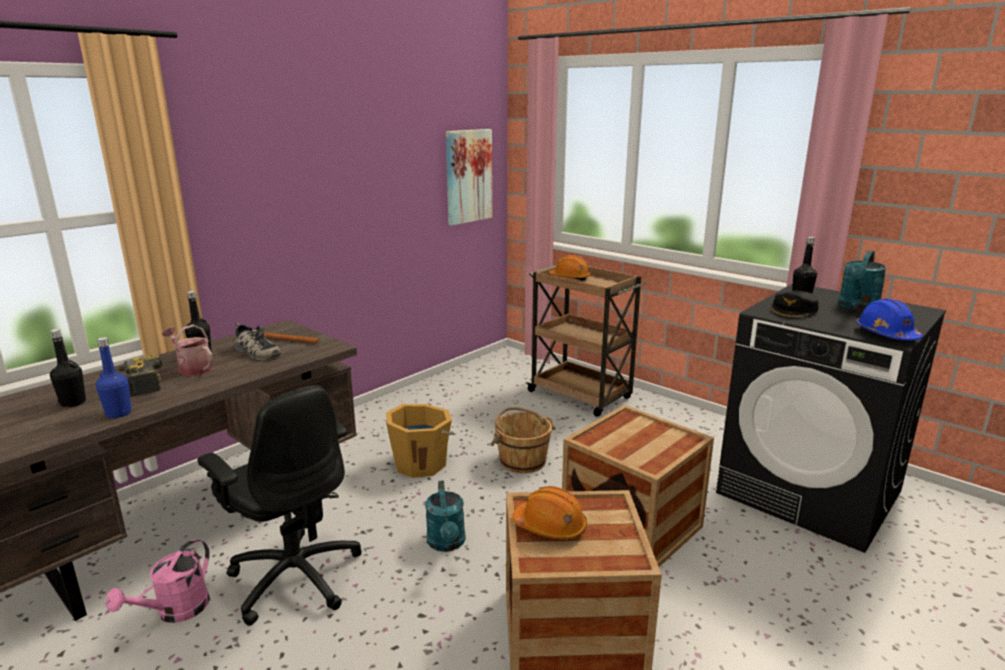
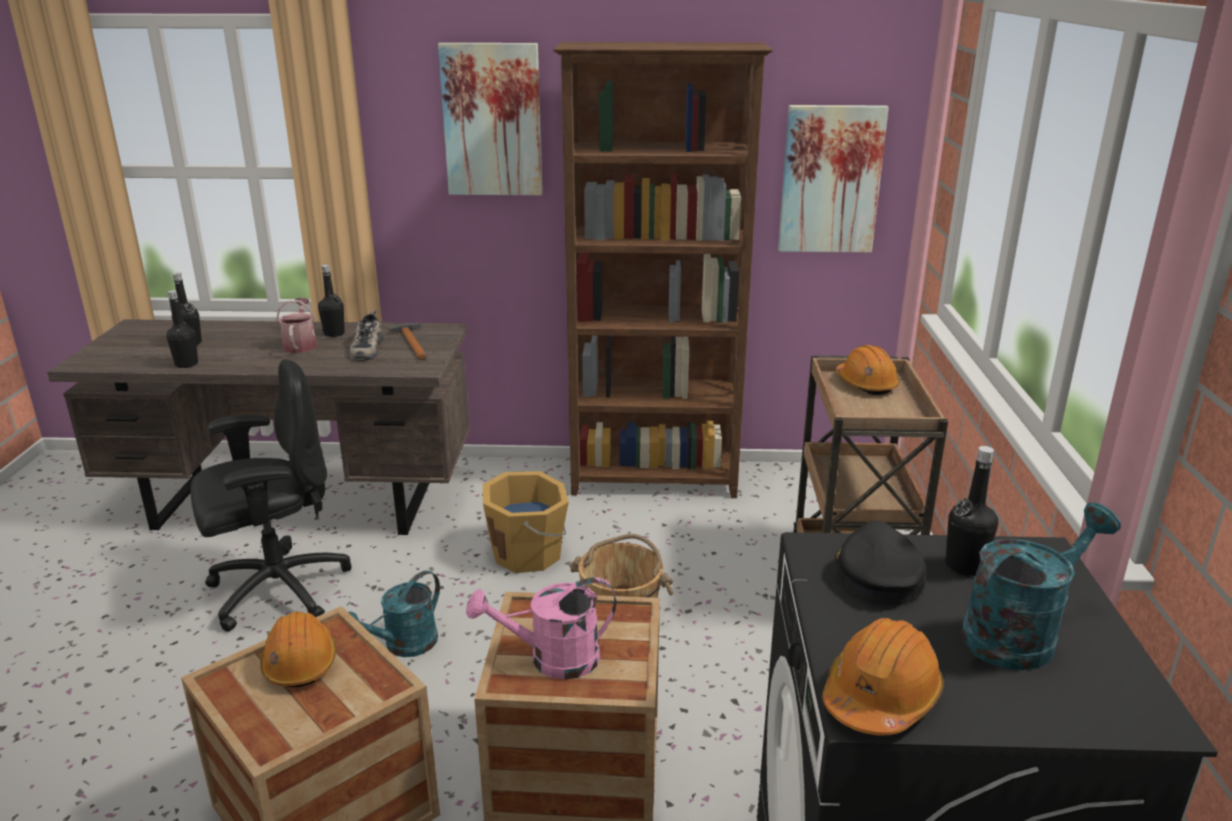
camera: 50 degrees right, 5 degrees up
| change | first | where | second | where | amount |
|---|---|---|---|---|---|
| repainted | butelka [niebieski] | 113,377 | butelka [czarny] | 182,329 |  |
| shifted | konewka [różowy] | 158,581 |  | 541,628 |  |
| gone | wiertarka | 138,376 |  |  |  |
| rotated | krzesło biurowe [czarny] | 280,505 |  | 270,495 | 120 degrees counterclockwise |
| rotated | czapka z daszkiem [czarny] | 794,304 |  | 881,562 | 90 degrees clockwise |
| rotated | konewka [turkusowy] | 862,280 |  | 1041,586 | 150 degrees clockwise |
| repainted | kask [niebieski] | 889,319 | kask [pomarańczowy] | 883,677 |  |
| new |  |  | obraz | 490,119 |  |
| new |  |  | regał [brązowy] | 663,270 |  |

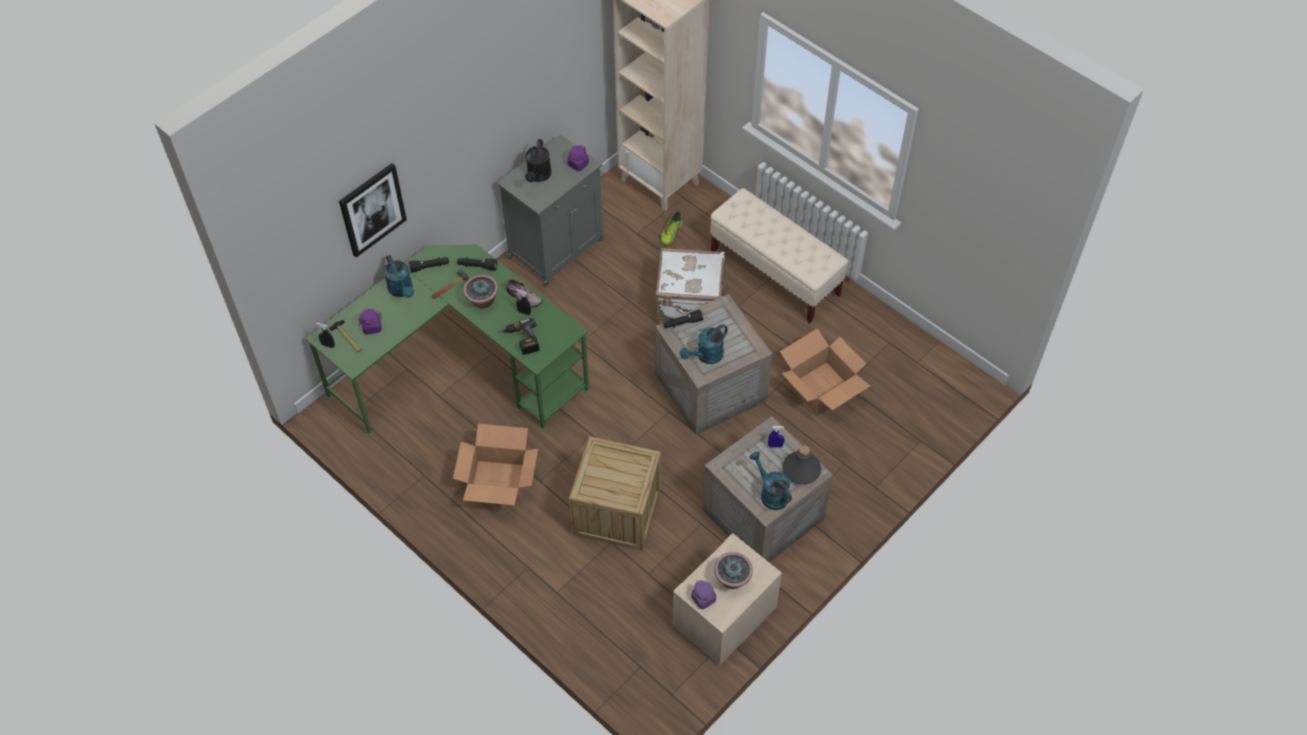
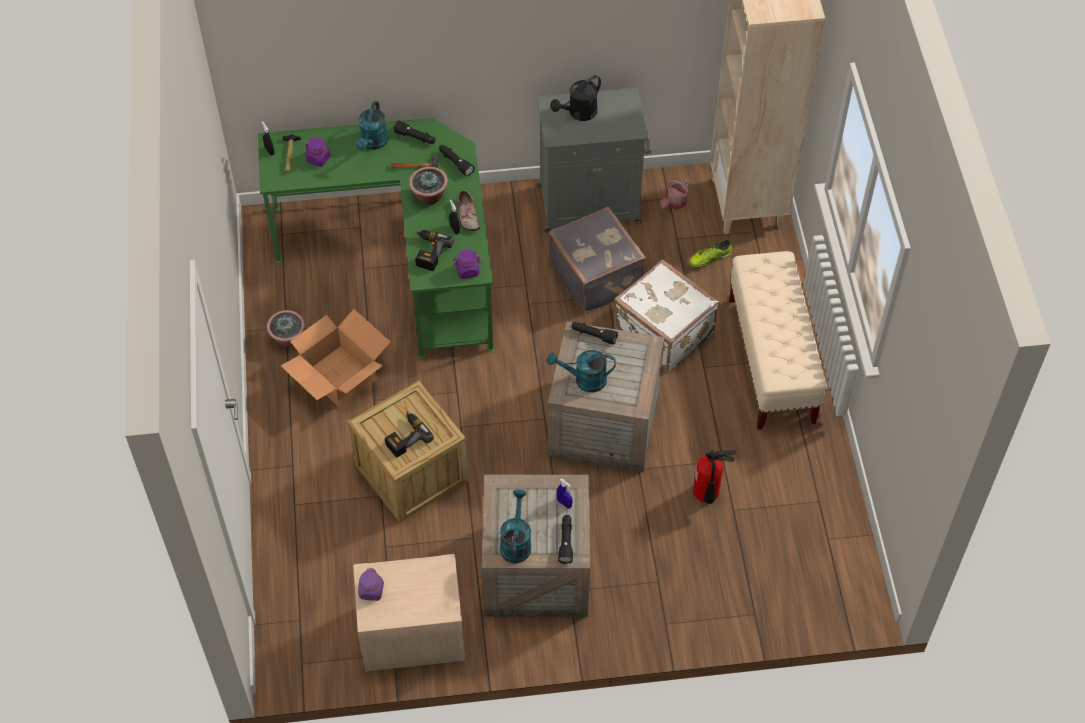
camera: 40 degrees right, 0 degrees up
| change | first | where | second | where | amount |
|---|---|---|---|---|---|
| gone | obraz | 373,210 |  |  |  |
| shifted | słoik [fioletowy] | 578,158 |  | 467,264 |  |
| shifted | roślina doniczkowa | 733,570 |  | 286,328 |  |
| swapped | karton | 825,371 | gaśnica | 714,477 |  |
| swapped | butelka [szary] | 801,465 | latarka [czarny] | 565,539 |  |
| new |  |  | wiertarka | 409,434 |  |
| new |  |  | walizka [szary] | 597,260 |  |
| new |  |  | konewka | 674,194 |  |

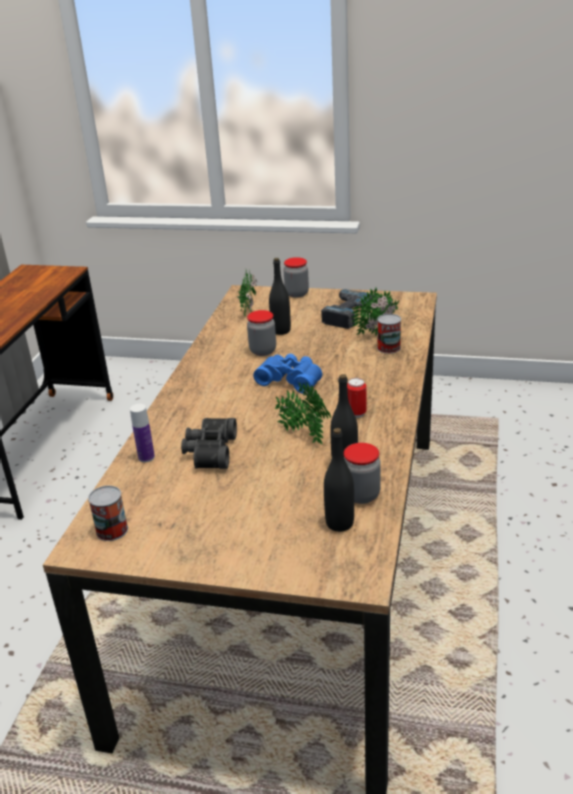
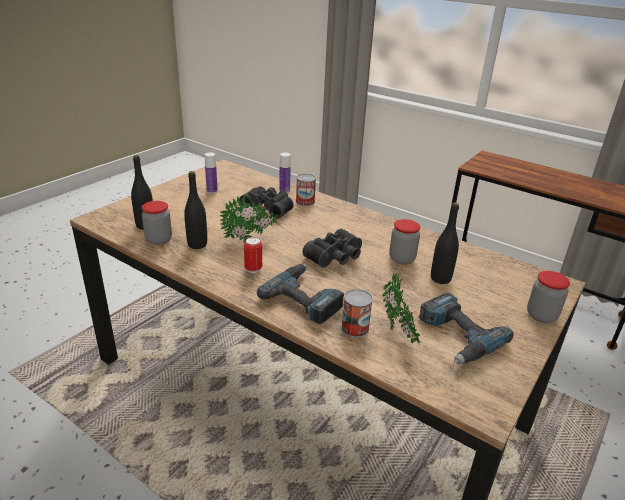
camera: 110 degrees right, 0 degrees up
| change | first | where | second | where | amount |
|---|---|---|---|---|---|
| shifted | puszka | 108,513 |  | 306,190 |  |
| gone | roślina doniczkowa | 247,293 |  |  |  |
| repainted | lornetka [niebieski] | 287,374 | lornetka [czarny] | 332,248 |  |
| new |  |  | butelka | 211,173 |  |
| new |  |  | wiertarka | 301,293 |  |

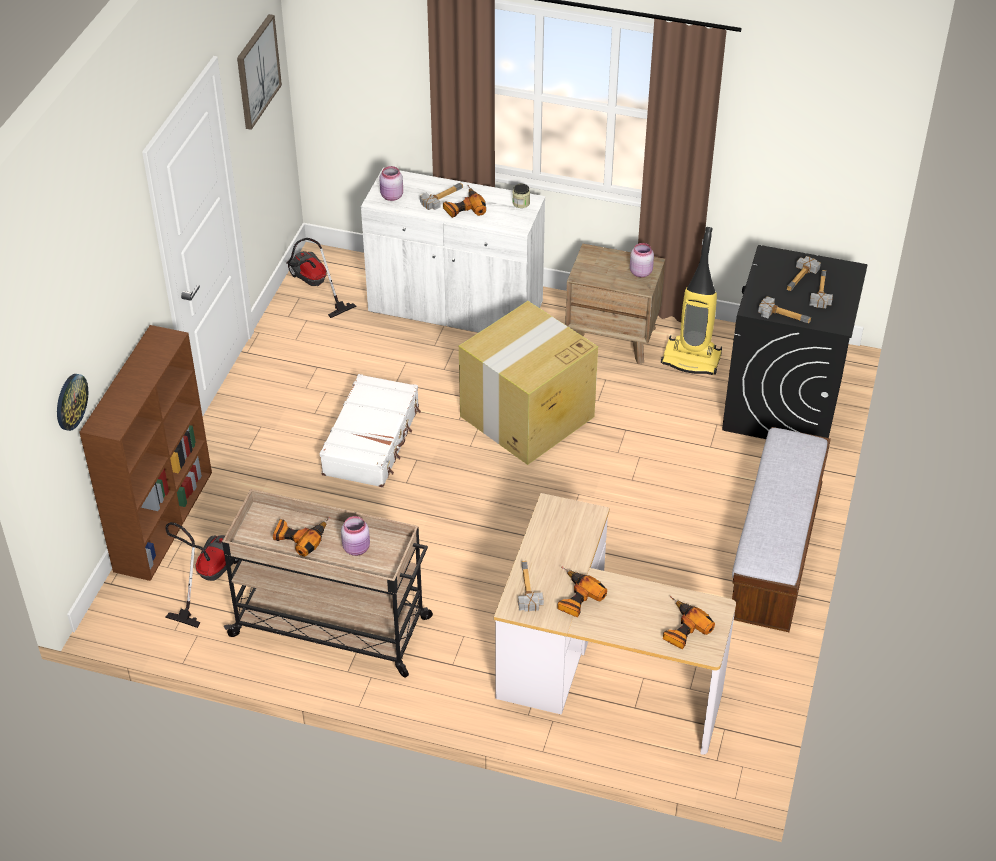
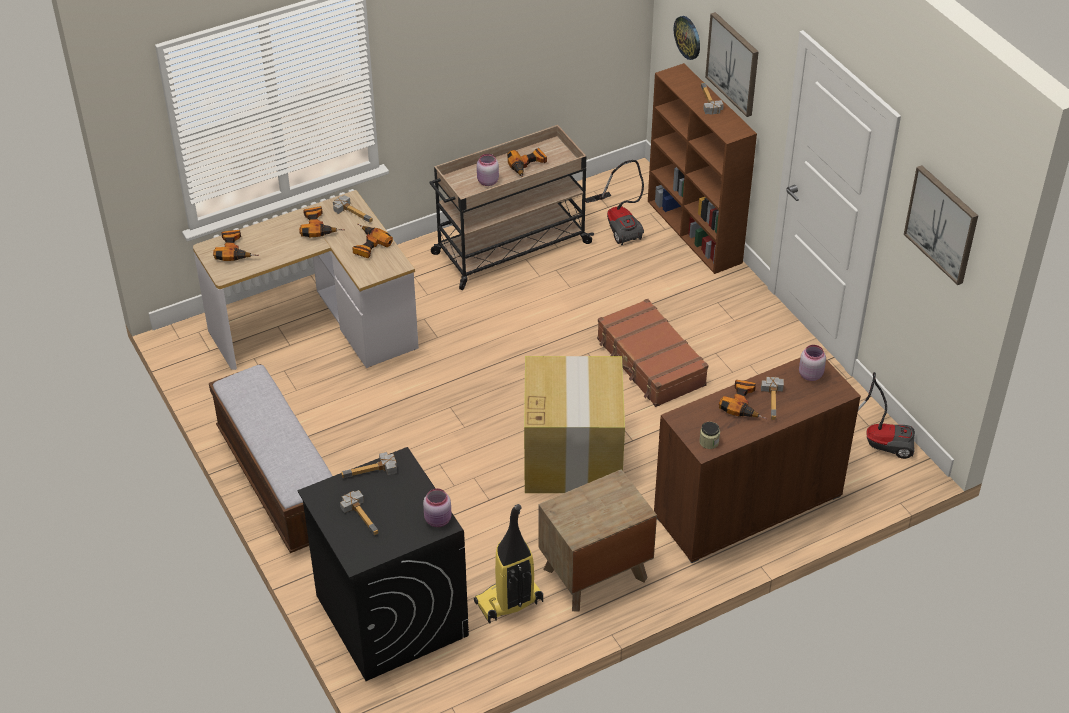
camera: 135 degrees right, 0 degrees up
| change | first | where | second | where | amount |
|---|---|---|---|---|---|
| repainted | walizka [biały] | 370,431 | walizka [brązowy] | 652,353 |  |
| repainted | szafka [biały] | 453,250 | szafka [brązowy] | 757,460 |  |
| shifted | słoik [różowy] | 642,260 |  | 437,507 |  |
| shifted | młotek | 804,273 |  | 712,98 |  |
| new |  |  | wiertarka | 372,241 |  |
| new |  |  | obraz | 732,64 |  |

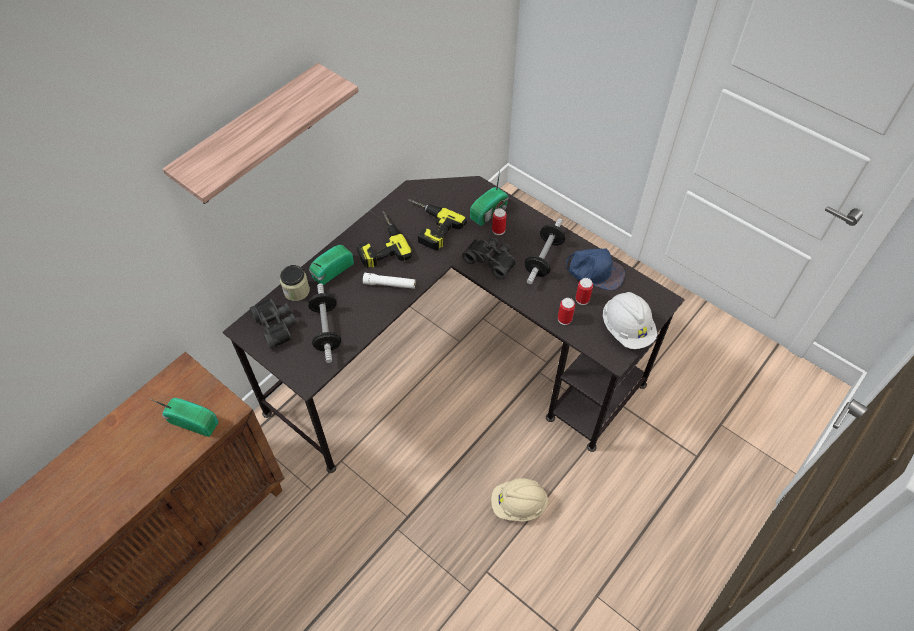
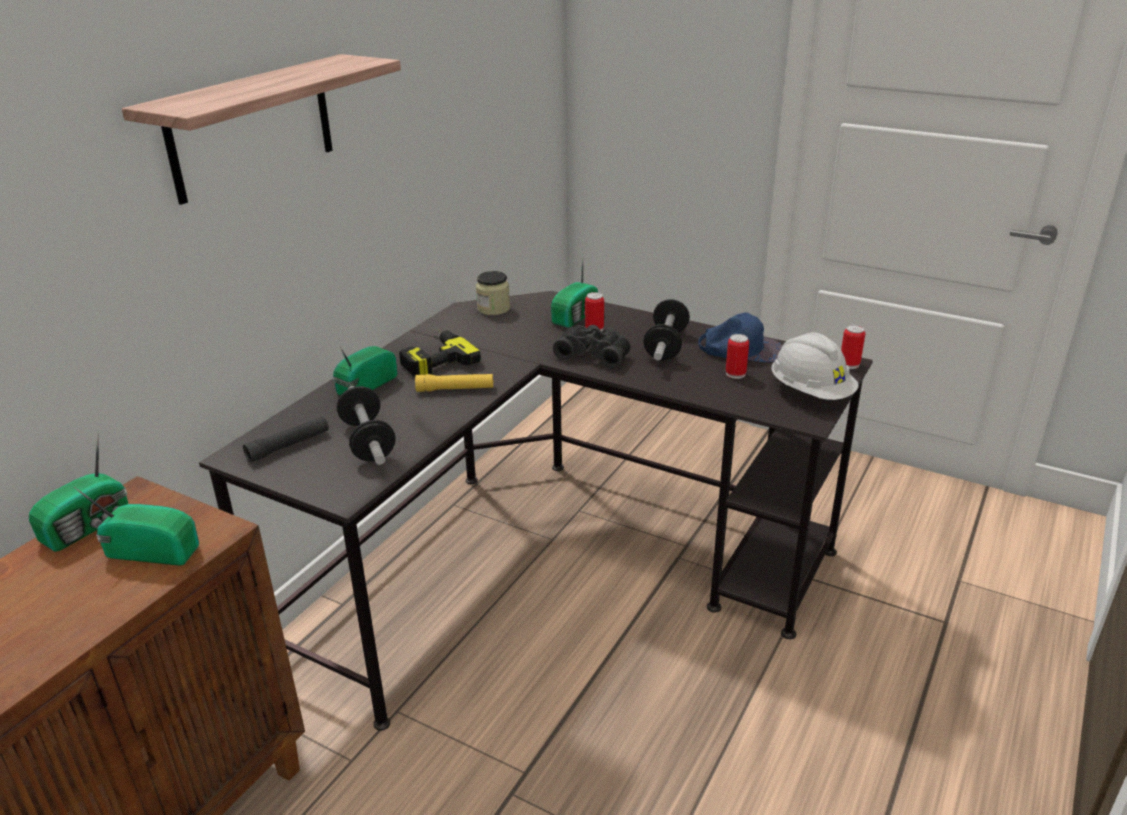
camera: 10 degrees left, 25 degrees down
| change | first | where | second | where | amount |
|---|---|---|---|---|---|
| swapped | lornetka [czarny] | 273,324 | latarka [czarny] | 286,440 |  |
| shifted | słoik | 295,283 |  | 493,293 |  |
| repainted | latarka [biały] | 389,281 | latarka [żółty] | 454,383 |  |
| gone | wiertarka | 437,224 |  |  |  |
| gone | kask [beżowy] | 519,500 |  |  |  |
| shifted | puszka | 566,311 |  | 853,347 |  |
| new |  |  | radio | 78,491 |  |

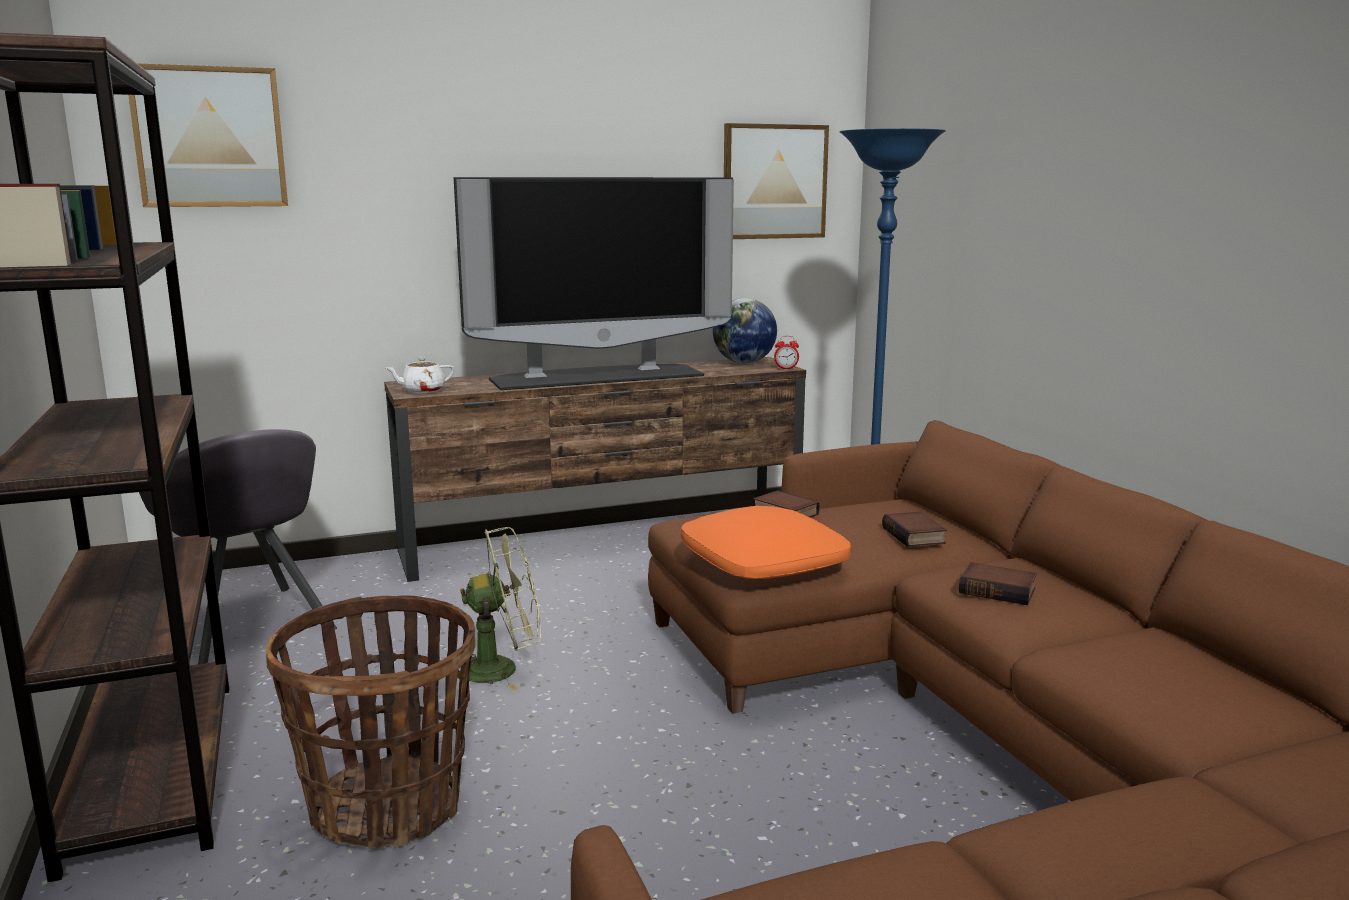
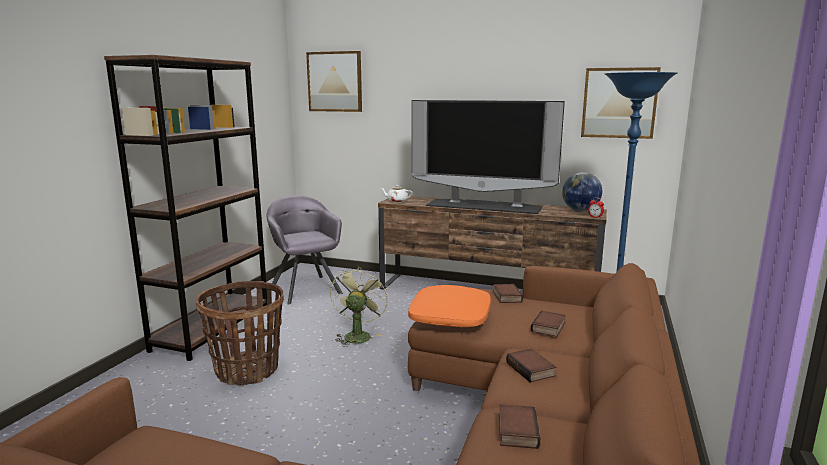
camera: 40 degrees right, 0 degrees up
| change | first | where | second | where | amount |
|---|---|---|---|---|---|
| rotated | fotel [szary] | 238,546 |  | 304,249 | 150 degrees clockwise |
| rotated | wentylator [zielony] | 500,609 |  | 359,306 | 105 degrees counterclockwise |
| new |  |  | książka | 519,426 |  |

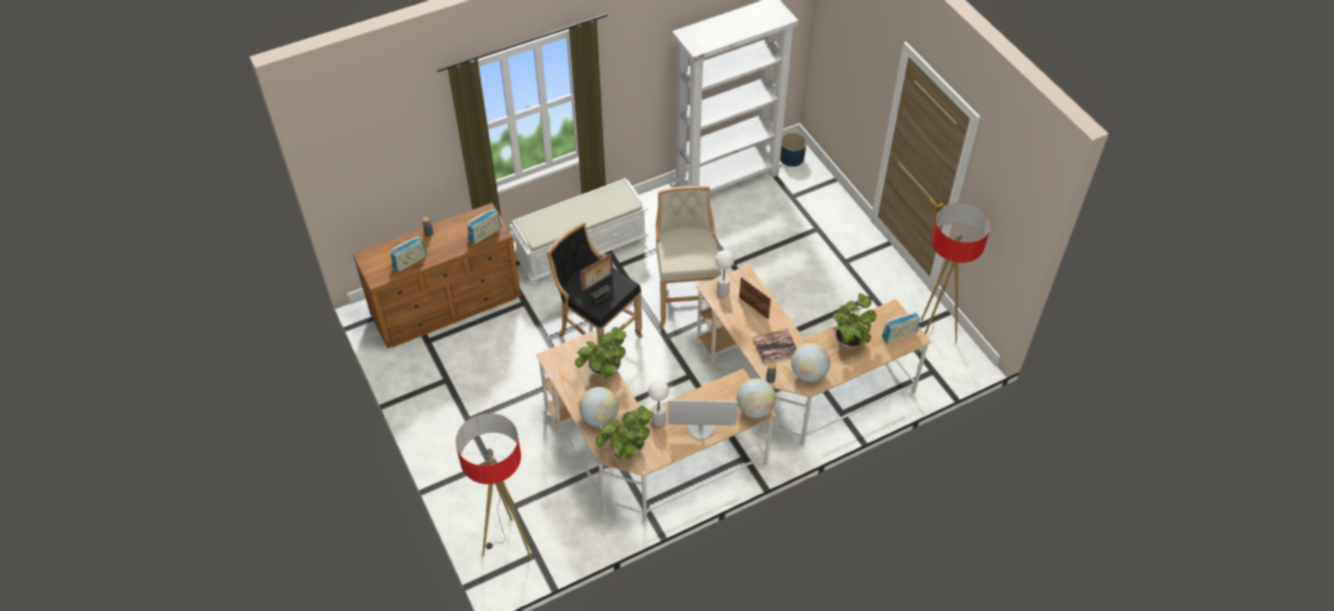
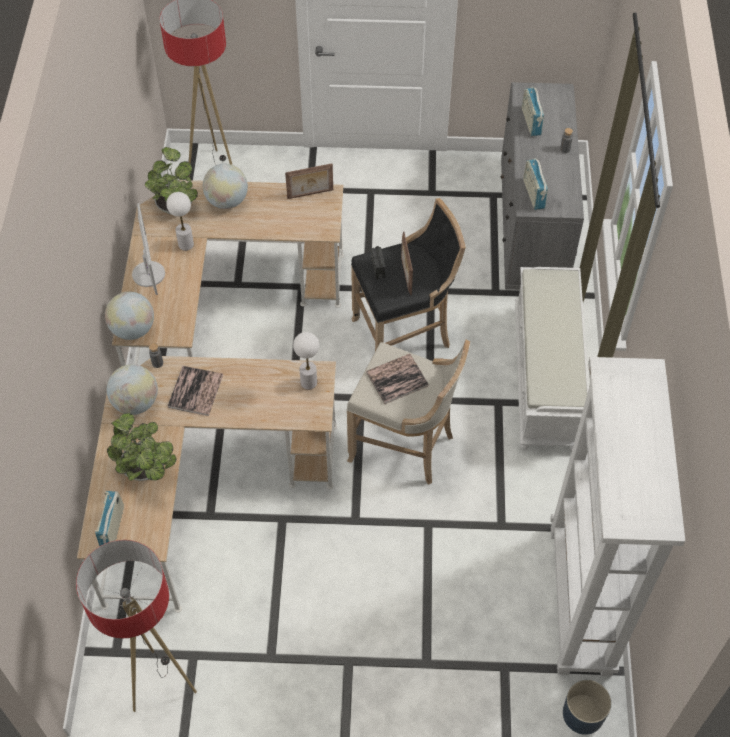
camera: 120 degrees right, 5 degrees up
| change | first | where | second | where | amount |
|---|---|---|---|---|---|
| repainted | komoda [brązowy] | 437,275 | komoda [szary] | 542,186 |  |
| gone | roślina doniczkowa | 600,352 |  |  |  |
| rotated | monitor | 703,420 |  | 148,249 | 135 degrees clockwise |
| shifted | ramka na zdjęcie | 755,298 |  | 309,181 |  |
| new |  |  | książka | 397,379 |  |

